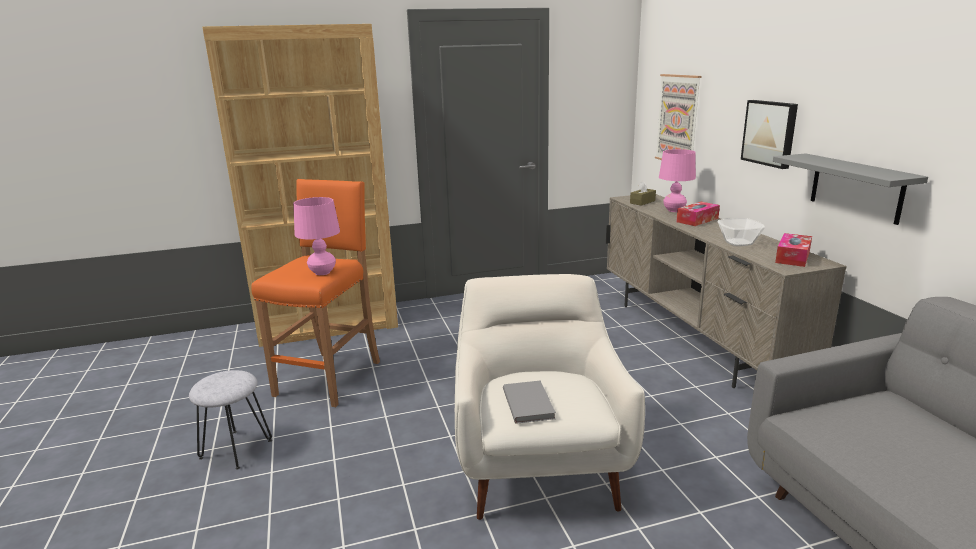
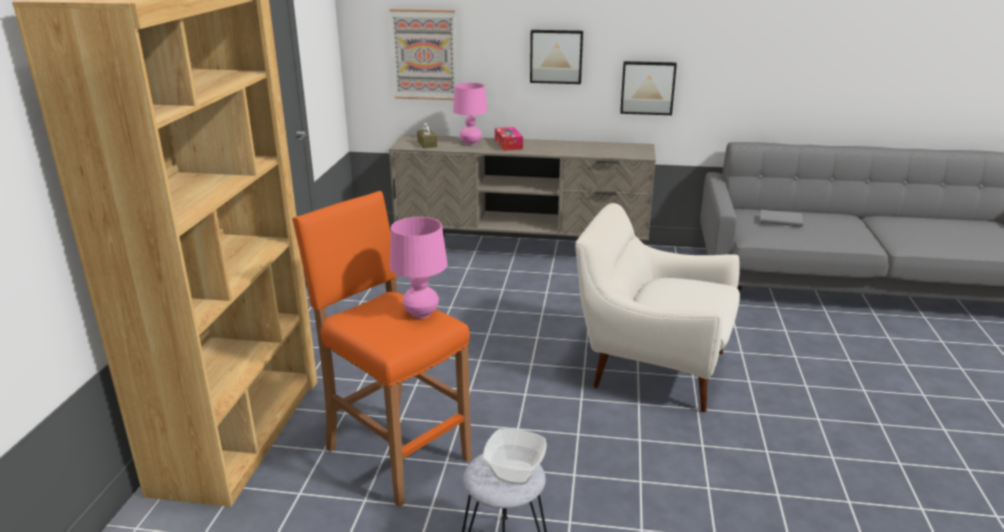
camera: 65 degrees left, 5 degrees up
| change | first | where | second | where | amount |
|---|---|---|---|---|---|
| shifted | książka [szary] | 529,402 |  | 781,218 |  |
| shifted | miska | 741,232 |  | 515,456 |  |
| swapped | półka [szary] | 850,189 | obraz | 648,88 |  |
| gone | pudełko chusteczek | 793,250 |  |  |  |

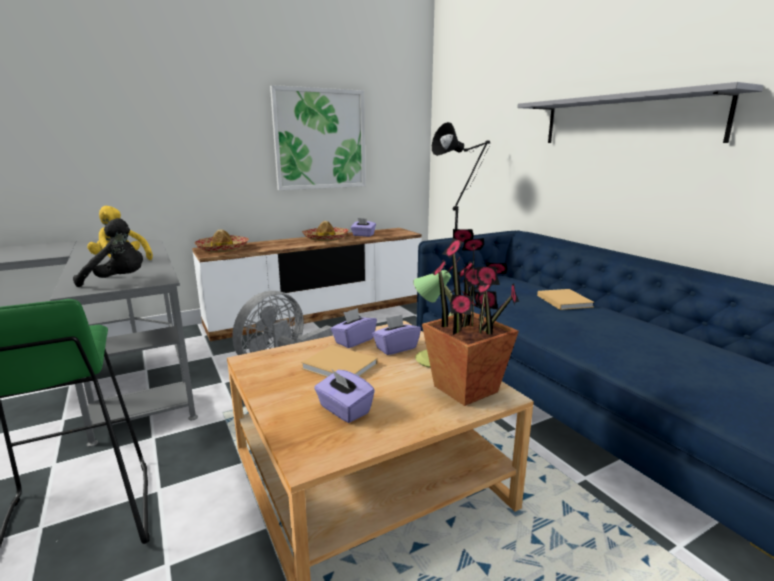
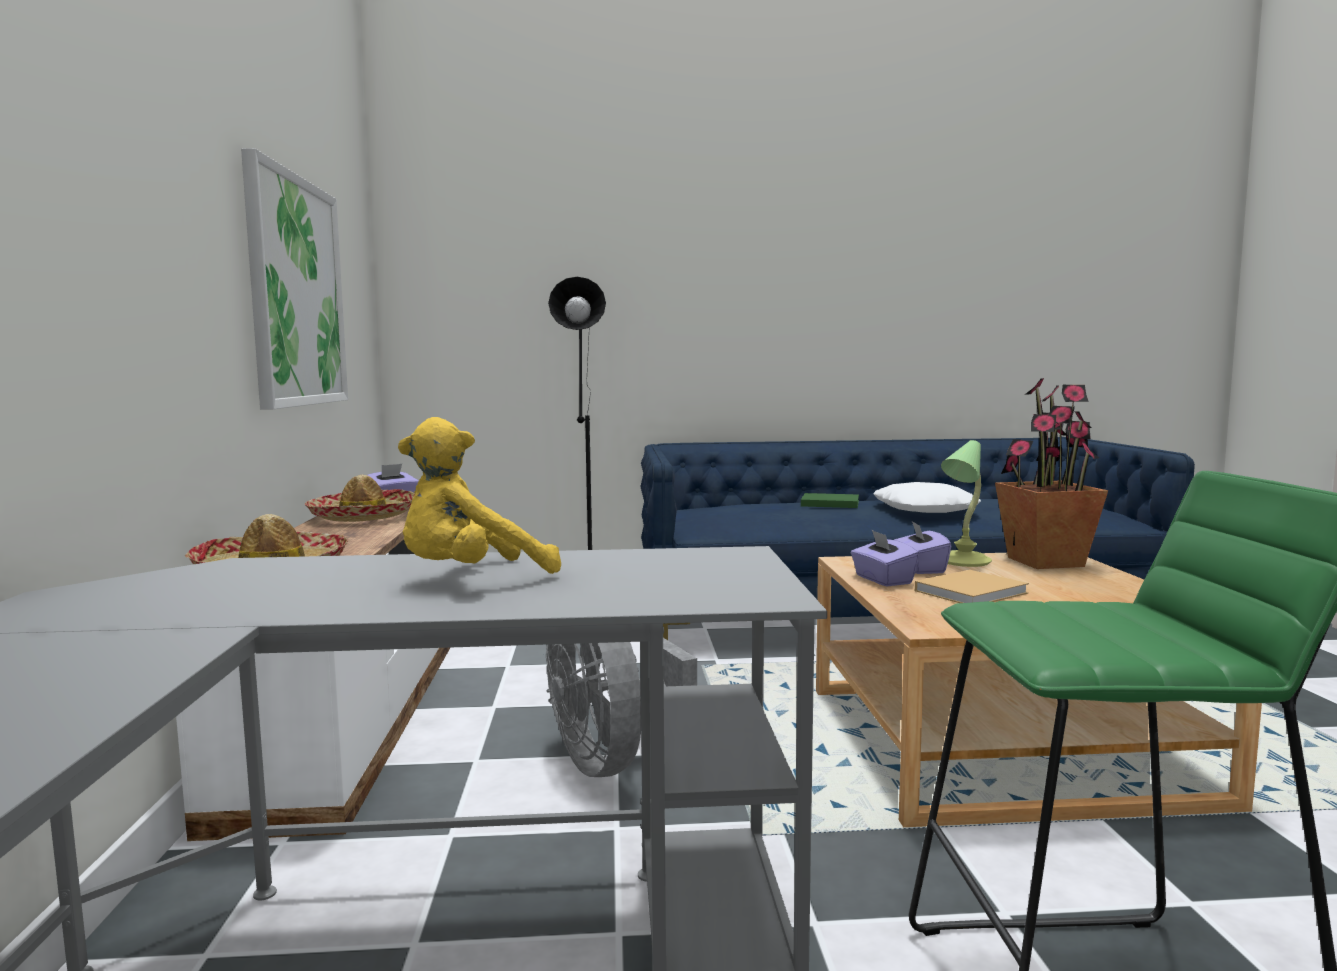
camera: 65 degrees left, 10 degrees down
| change | first | where | second | where | amount |
|---|---|---|---|---|---|
| gone | pluszak [czarny] | 108,252 |  |  |  |
| gone | pudełko chusteczek [fioletowy] | 344,396 |  |  |  |
| gone | półka [szary] | 640,112 |  |  |  |
| repainted | książka [beżowy] | 566,299 | książka [zielony] | 830,500 |  |
| new |  |  | poduszka [biały] | 927,497 |  |

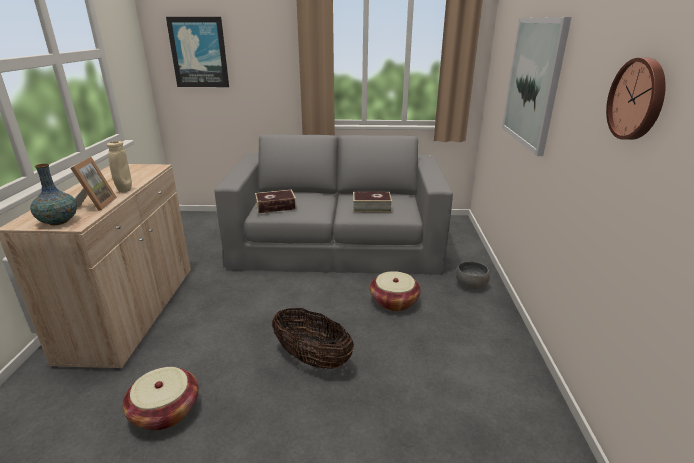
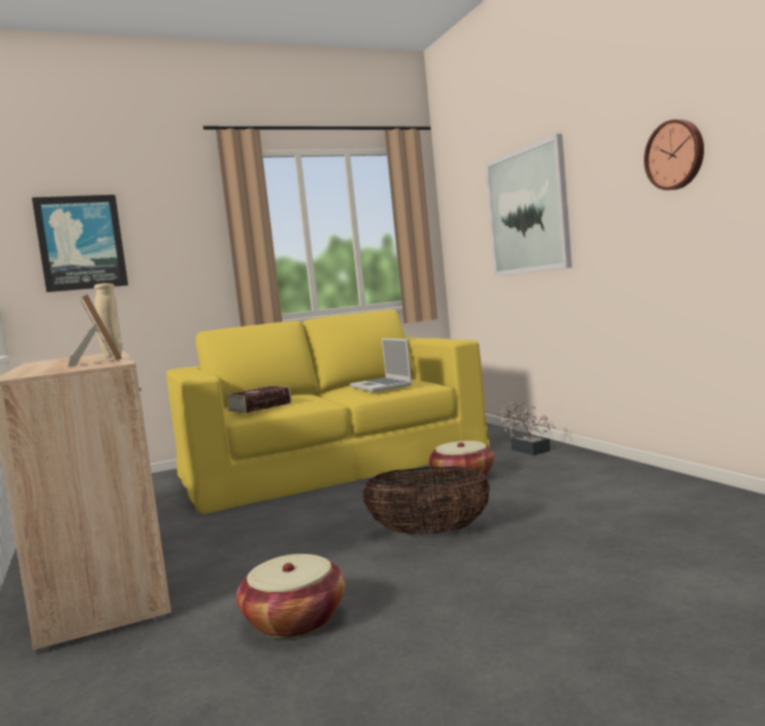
camera: 25 degrees left, 20 degrees down
| change | first | where | second | where | amount |
|---|---|---|---|---|---|
| gone | wazon | 53,194 |  |  |  |
| repainted | kanapa [szary] | 333,204 | kanapa [żółty] | 328,412 |  |
| swapped | książka | 372,202 | laptop | 381,365 |  |
| swapped | miska [szary] | 473,275 | roślina doniczkowa | 527,428 |  |

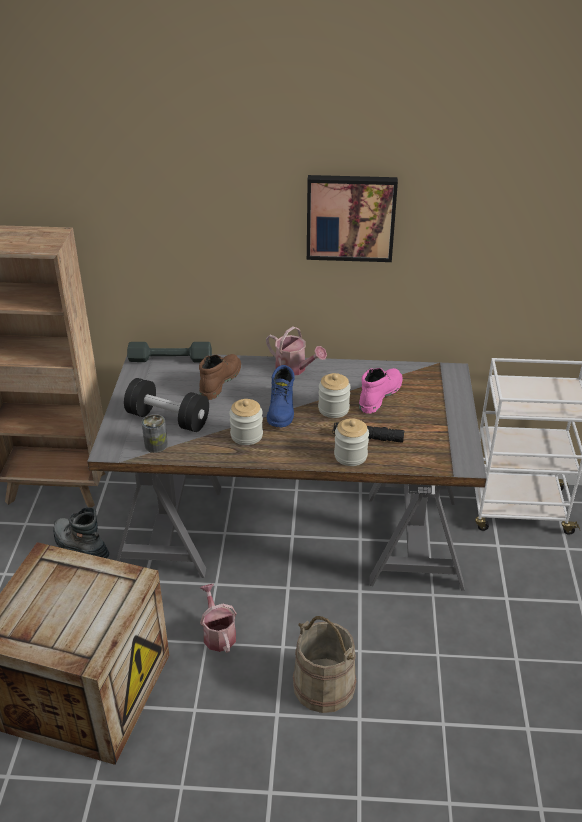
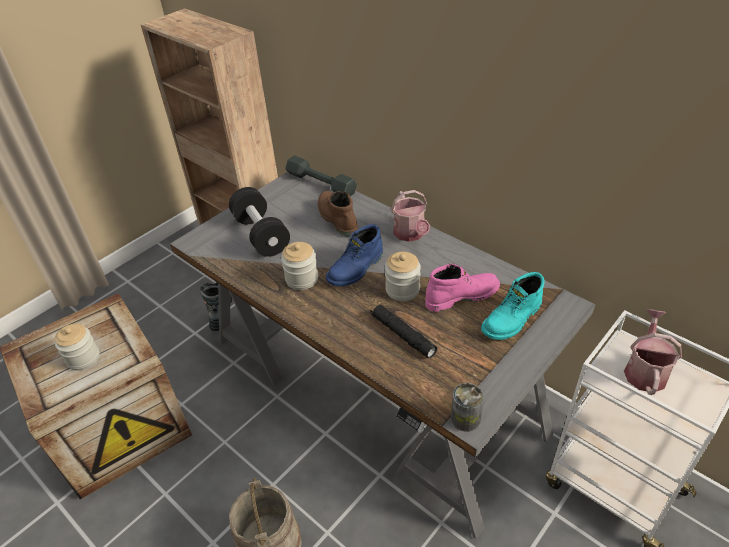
camera: 40 degrees right, 5 degrees up
| change | first | where | second | where | amount |
|---|---|---|---|---|---|
| shifted | puszka | 155,433 |  | 467,407 |  |
| rotated | but z cholewką [brązowy] | 220,377 |  | 338,213 | 90 degrees counterclockwise |
| shifted | konewka | 218,618 |  | 653,352 |  |
| gone | obraz | 352,218 |  |  |  |
| shifted | słoik | 351,442 |  | 77,347 |  |
| new |  |  | but z cholewką [turkusowy] | 513,306 |  |

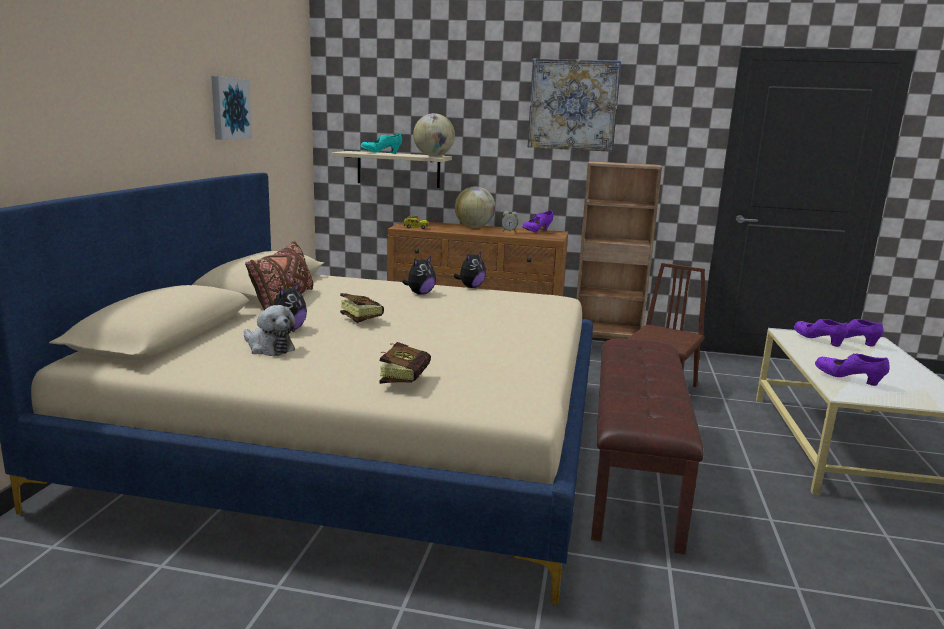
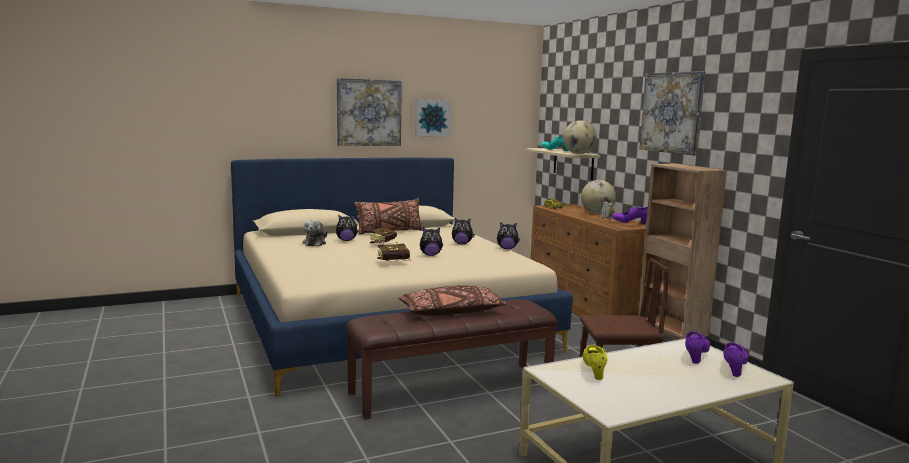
camera: 55 degrees right, 5 degrees down
| change | first | where | second | where | amount |
|---|---|---|---|---|---|
| shifted | książka | 405,363 |  | 394,252 |  |
| repainted | but [fioletowy] | 852,370 | but [żółty] | 595,362 |  |
| new |  |  | obraz | 369,112 |  |
| new |  |  | poduszka [brązowy] | 452,300 |  |
| new |  |  | pluszak | 431,241 |  |

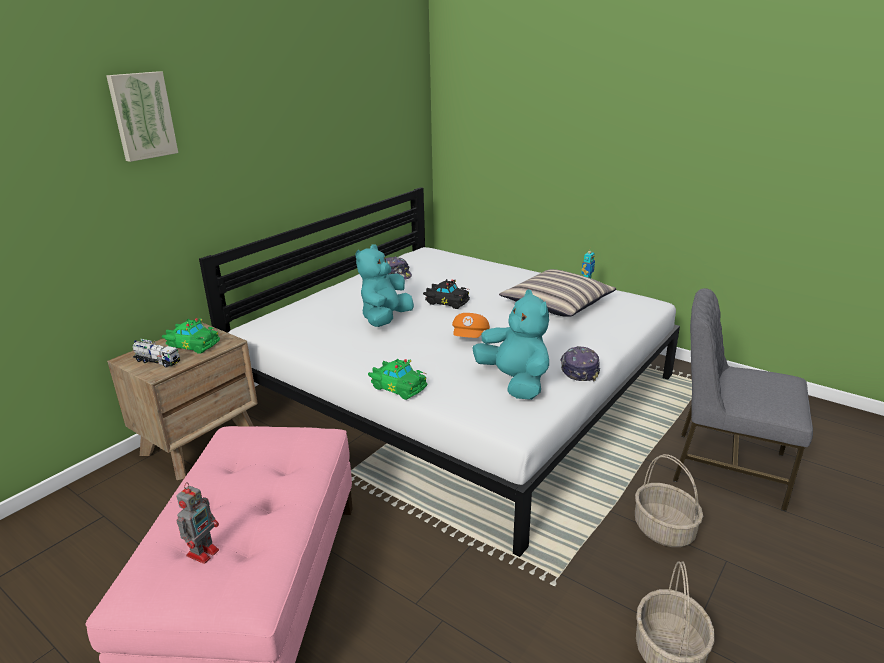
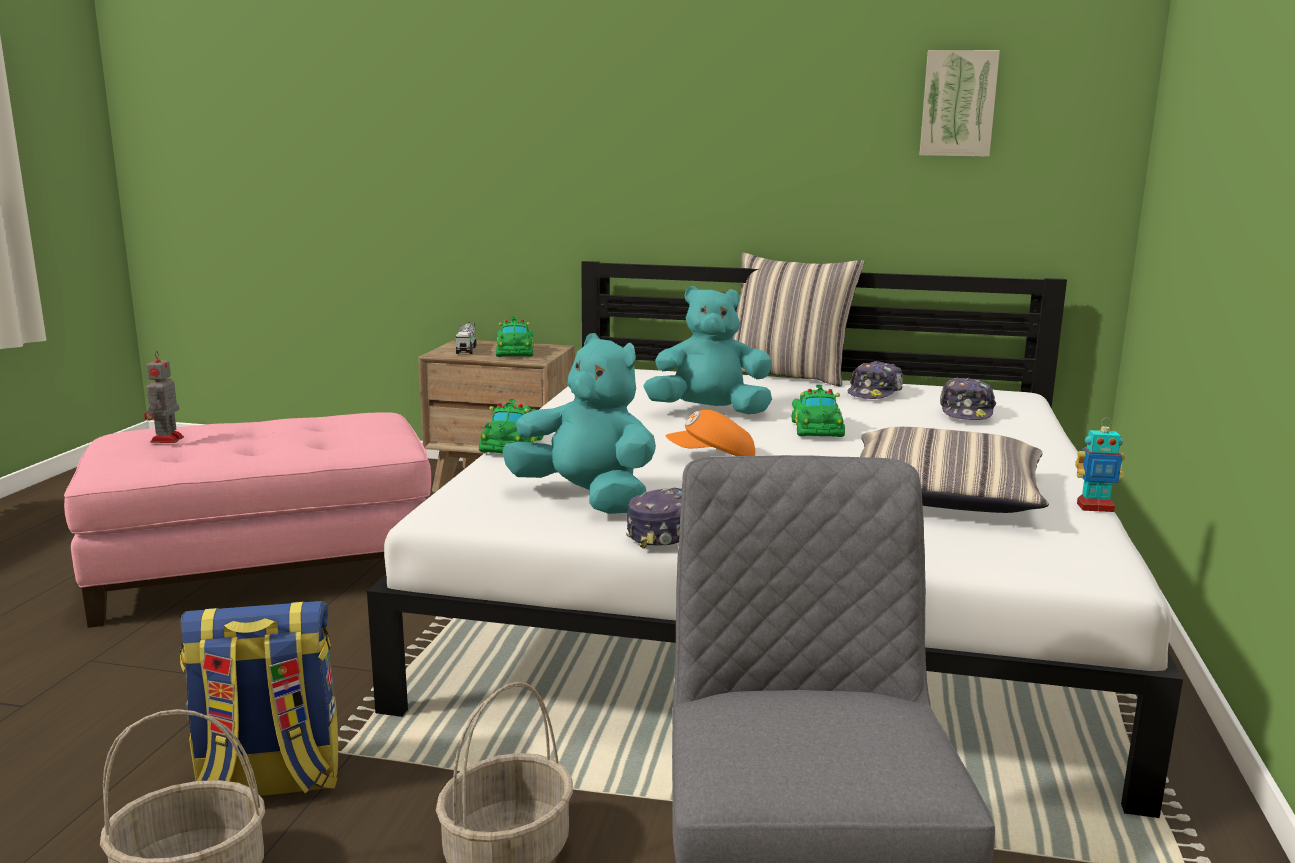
camera: 65 degrees right, 10 degrees down
| change | first | where | second | where | amount |
|---|---|---|---|---|---|
| shifted | obraz | 142,116 |  | 959,103 |  |
| rotated | robot zabawkowy | 198,523 |  | 164,397 | 90 degrees clockwise |
| repainted | samochodzik [czarny] | 446,294 | samochodzik [zielony] | 818,411 |  |
| rotated | pluszak [turkusowy] | 510,345 |  | 579,423 | 90 degrees counterclockwise |
| new |  |  | plecak | 259,698 |  |
| new |  |  | poduszka | 798,320 |  |
| new |  |  | czapka z daszkiem | 968,398 |  |

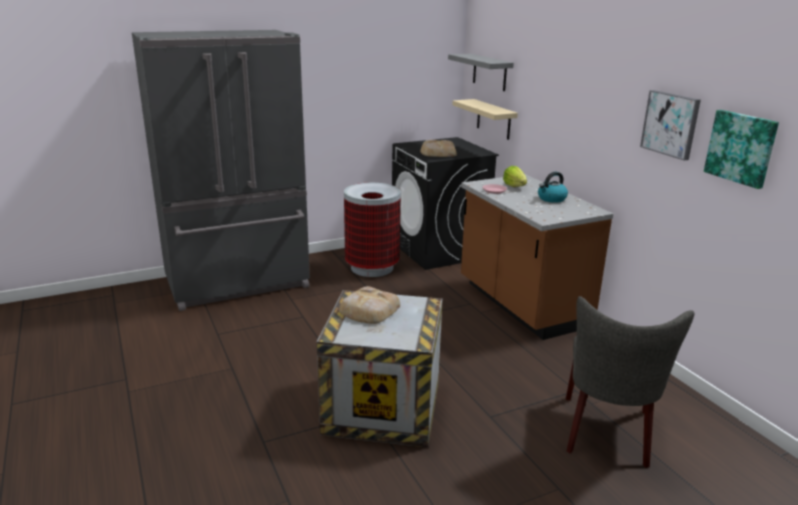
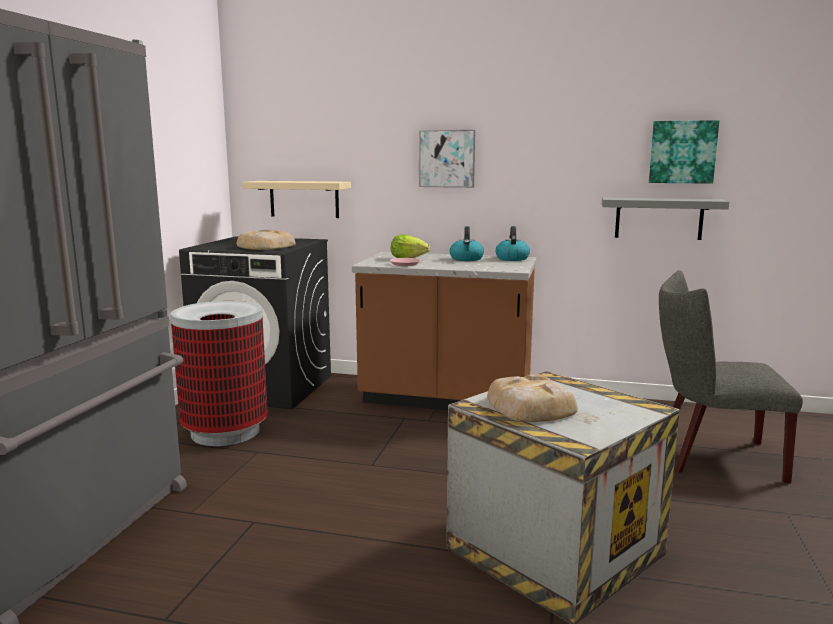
camera: 50 degrees left, 10 degrees down
| change | first | where | second | where | amount |
|---|---|---|---|---|---|
| shifted | półka [szary] | 481,72 |  | 665,218 |  |
| rotated | krzesło [szary] | 630,382 |  | 731,377 | 135 degrees clockwise |
| shifted | obraz | 670,125 |  | 447,159 |  |
| new |  |  | czajnik | 512,243 |  |

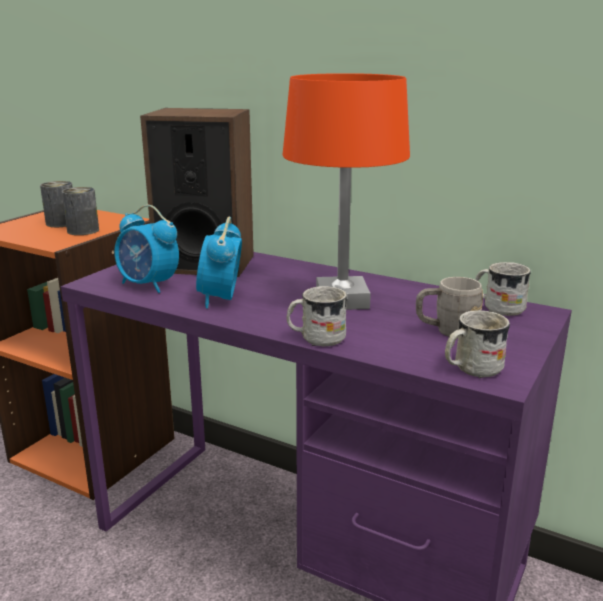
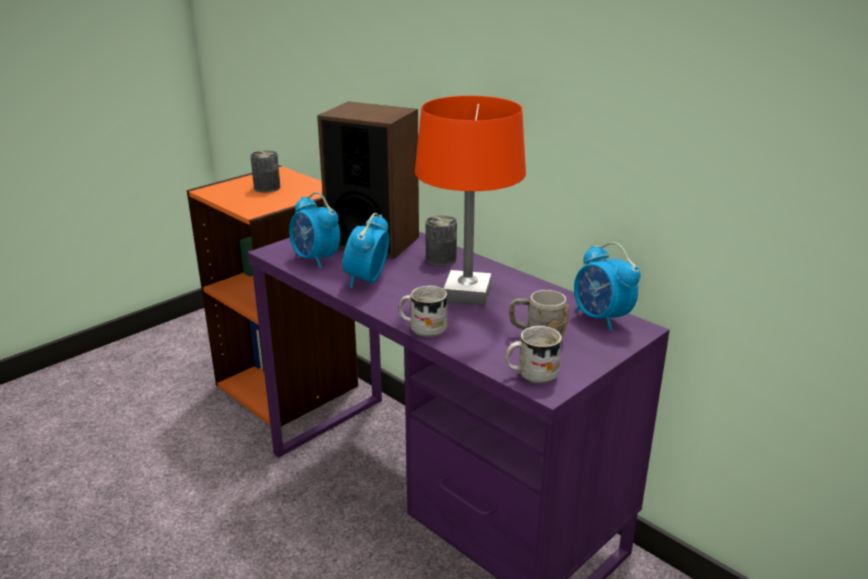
camera: 15 degrees right, 5 degrees up
| change | first | where | second | where | amount |
|---|---|---|---|---|---|
| shifted | puszka | 80,211 |  | 441,240 |  |
| swapped | kubek [biały] | 503,289 | budzik | 607,286 |  |

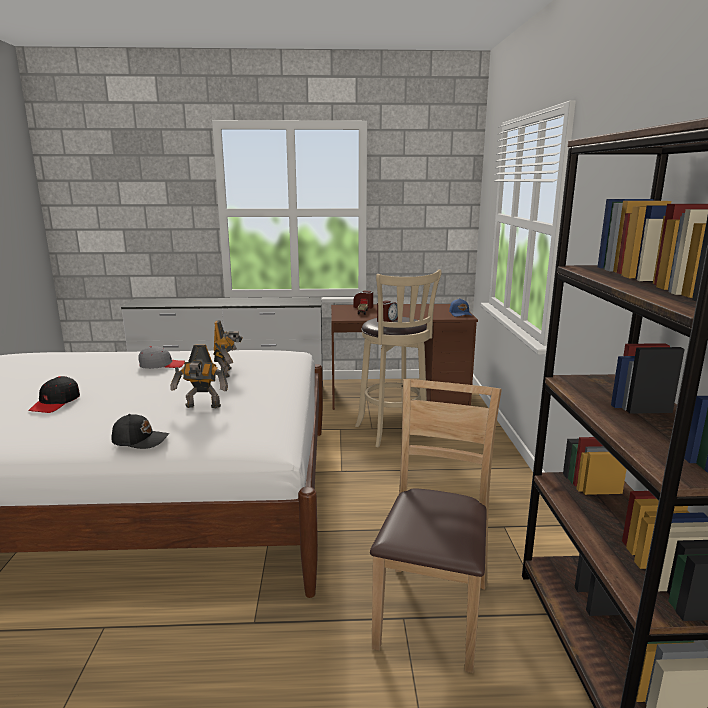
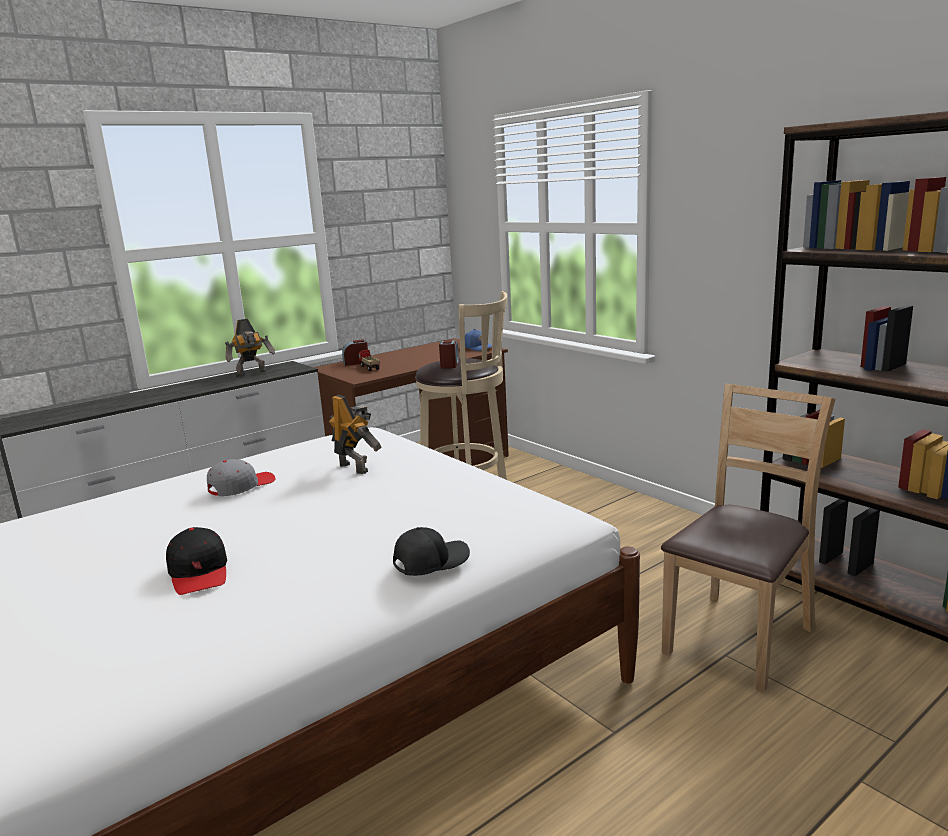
camera: 35 degrees left, 0 degrees up
| change | first | where | second | where | amount |
|---|---|---|---|---|---|
| shifted | robot zabawkowy | 199,376 |  | 250,347 |  |
| rotated | krzesło [brązowy] | 436,526 |  | 748,538 | 60 degrees clockwise |

